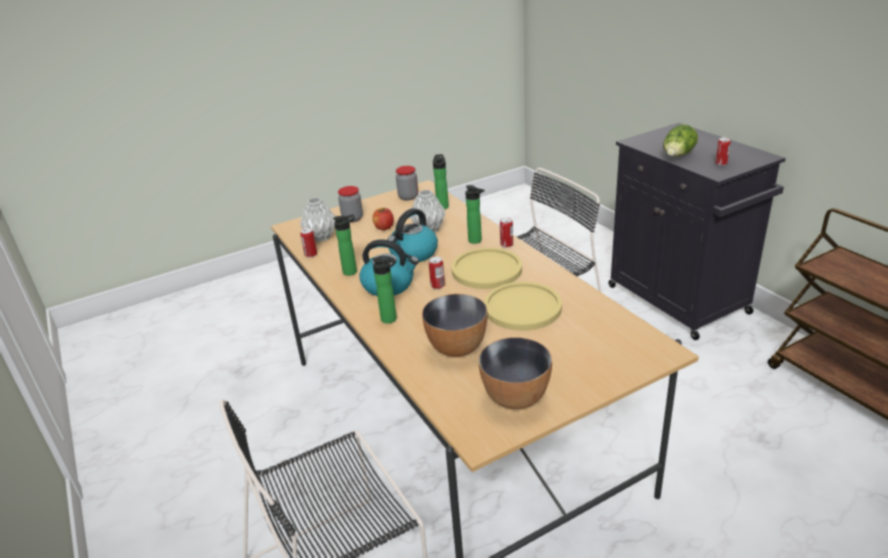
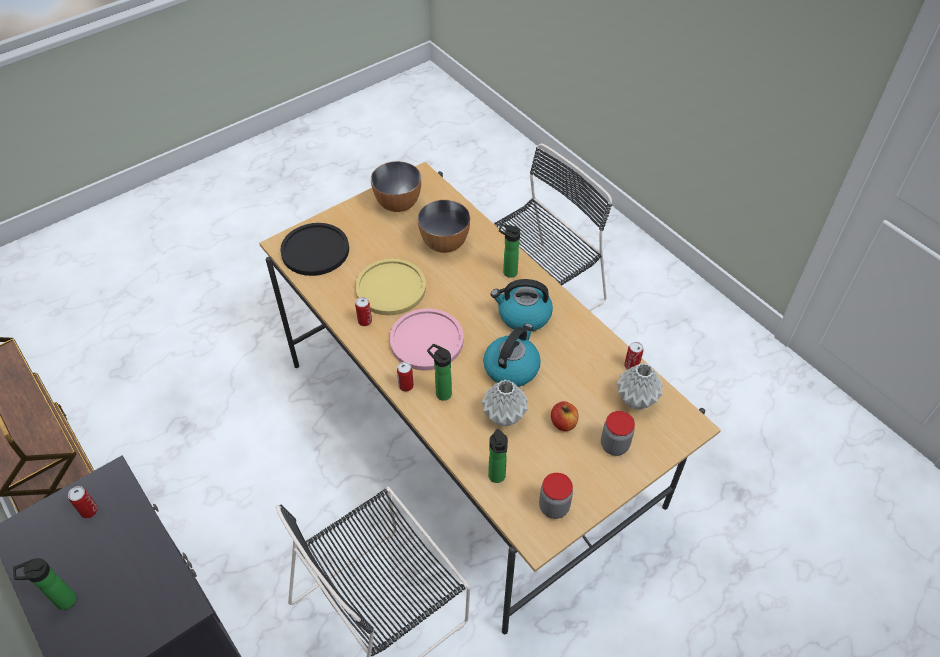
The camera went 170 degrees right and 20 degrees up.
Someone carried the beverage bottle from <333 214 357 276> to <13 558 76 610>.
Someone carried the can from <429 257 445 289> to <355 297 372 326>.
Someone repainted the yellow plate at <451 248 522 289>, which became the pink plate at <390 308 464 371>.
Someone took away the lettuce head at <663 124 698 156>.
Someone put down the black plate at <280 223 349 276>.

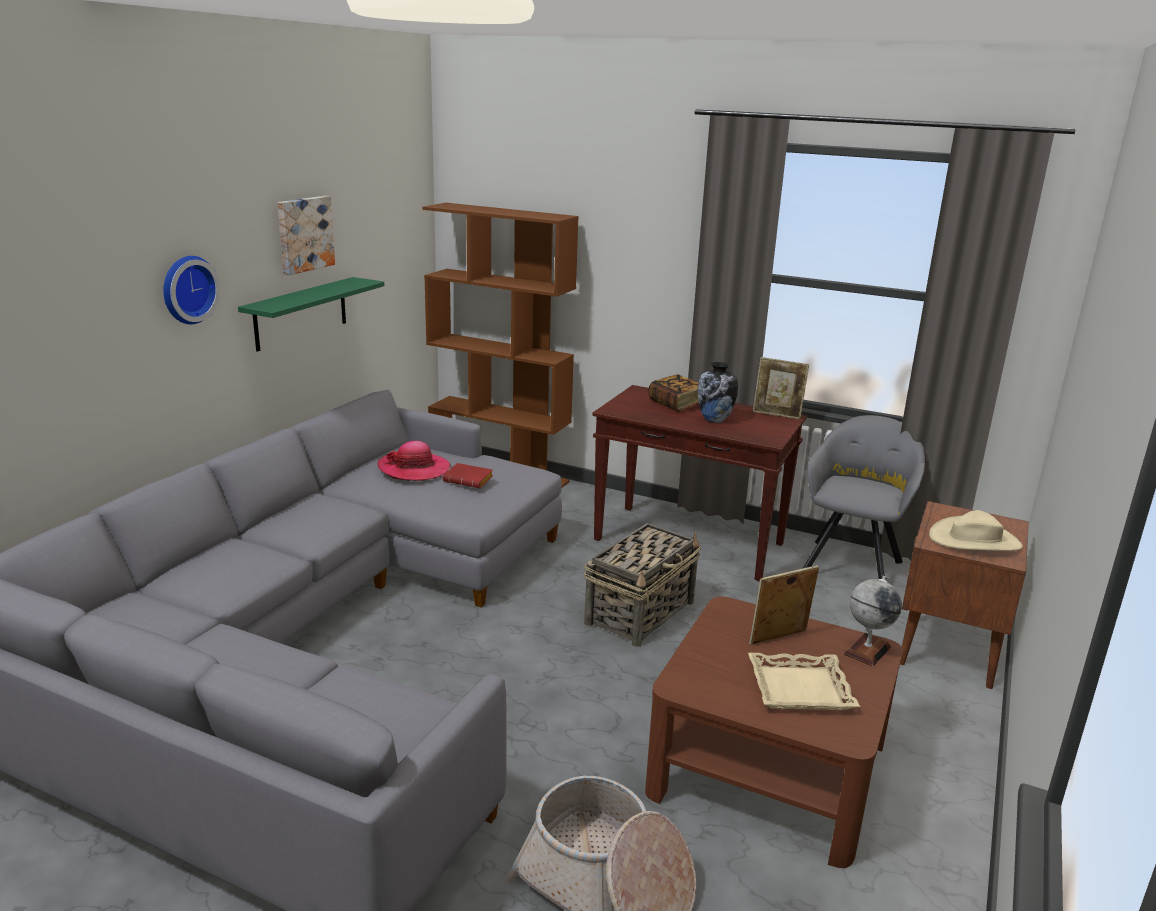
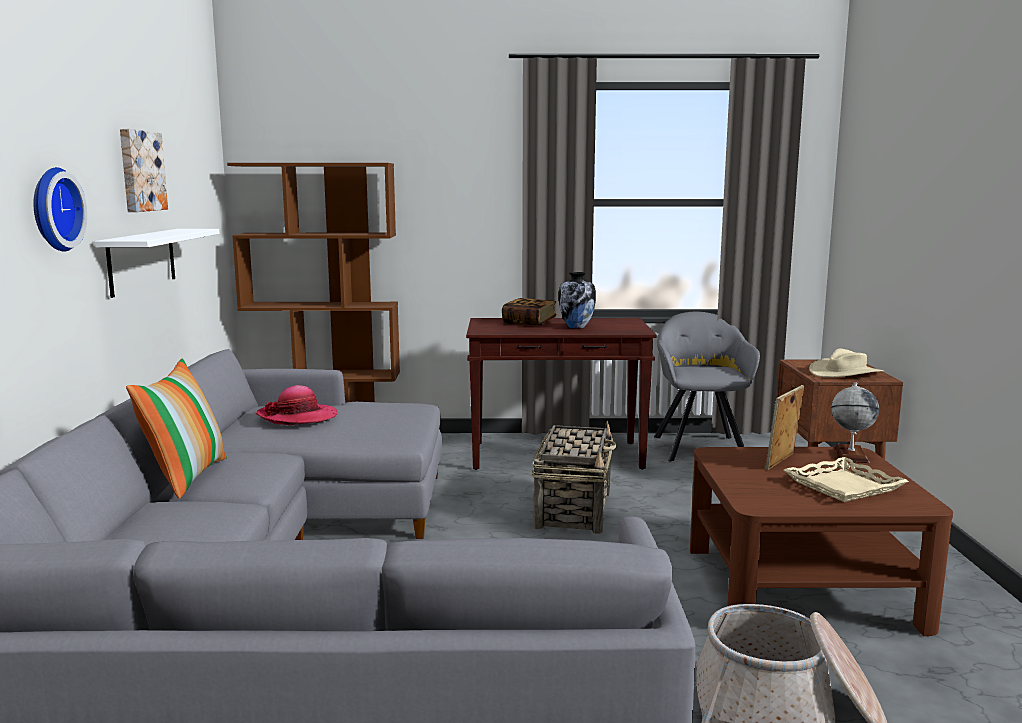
The camera went 25 degrees left and 10 degrees down.
Someone repainted the green bracket shelf at <238 277 384 352>, which became the white bracket shelf at <95 229 220 298>.
Someone took away the reddish book at <443 463 493 488>.
Someone took away the picture frame at <753 357 809 419>.
Someone put down the pillow at <126 359 227 499>.

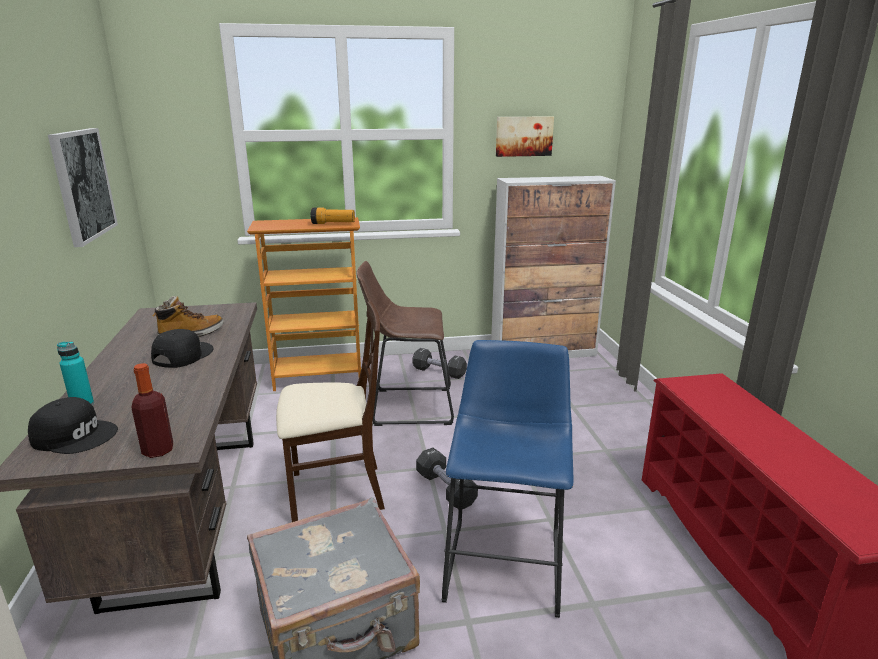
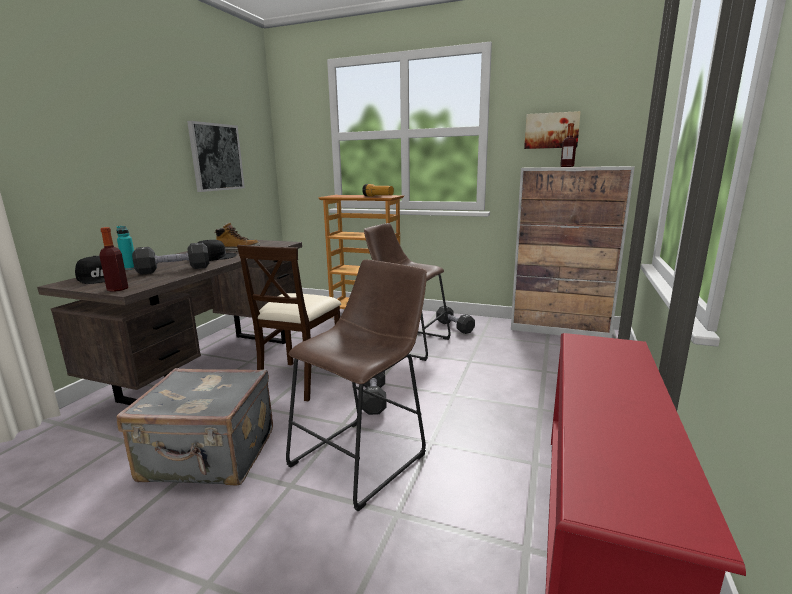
The camera went 30 degrees right and 5 degrees down.
Someone rotated the beige chair at <276 302 385 522> by 90 degrees clockwise.
Someone repainted the blue-coloured stool at <442 340 573 618>, which became the brown-coloured stool at <286 259 427 512>.
Someone put down the black hand weight at <132 242 209 275>.
Someone put down the beverage bottle at <560 123 576 167>.

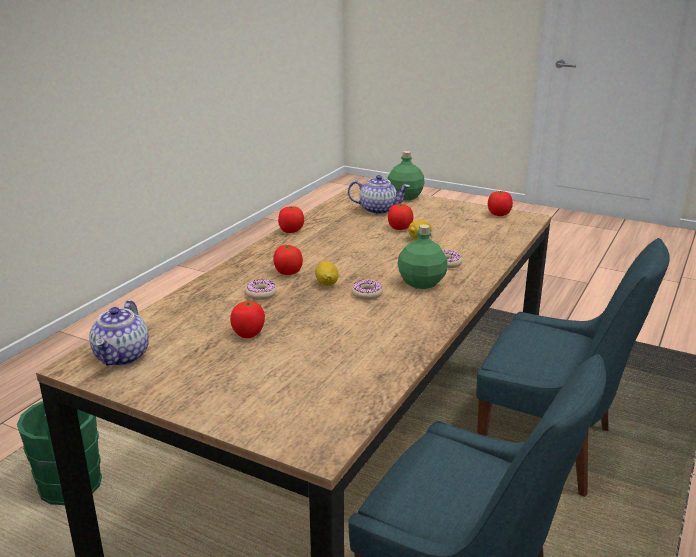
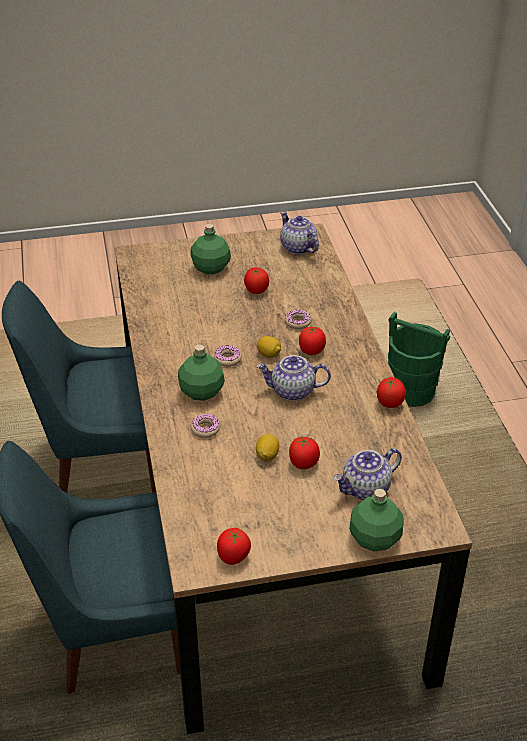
The camera went 140 degrees right and 15 degrees up.
Someone put down the green beverage bottle at <190 224 231 274>.
Someone put down the tea pot at <257 355 331 401>.

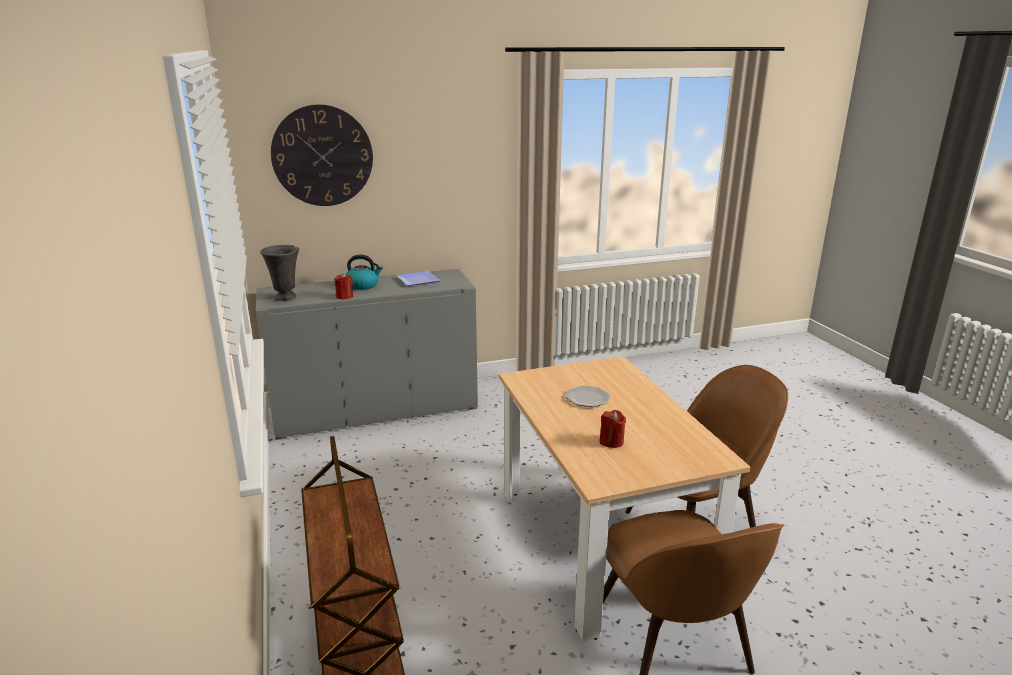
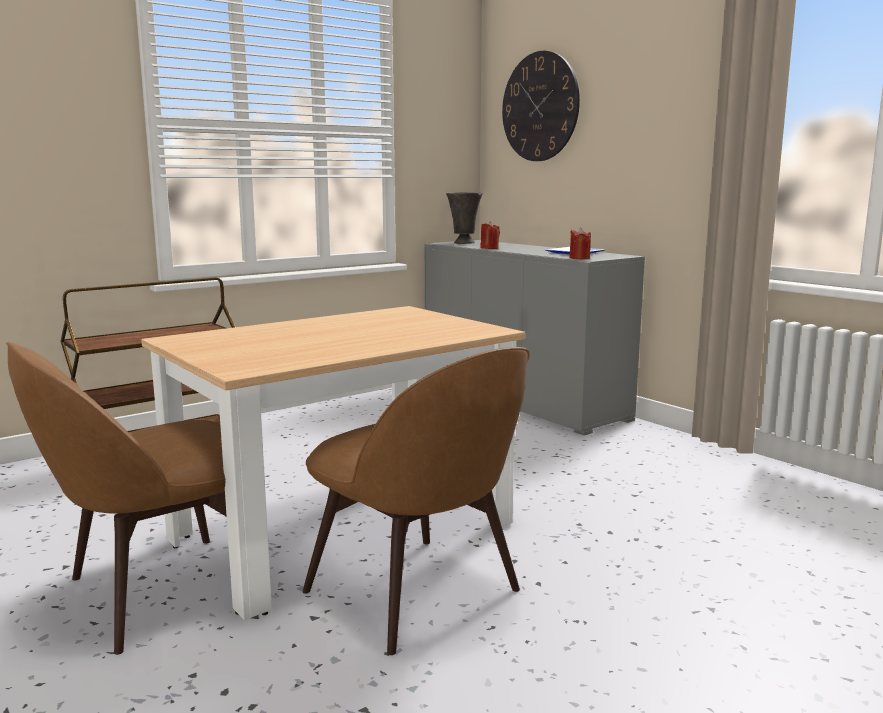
The camera went 70 degrees right and 10 degrees down.
Someone took away the water kettle at <345 254 383 290>.
Someone took away the plate at <566 386 610 407>.
Someone carried the reddish wax light from <600 410 626 448> to <569 228 591 259>.

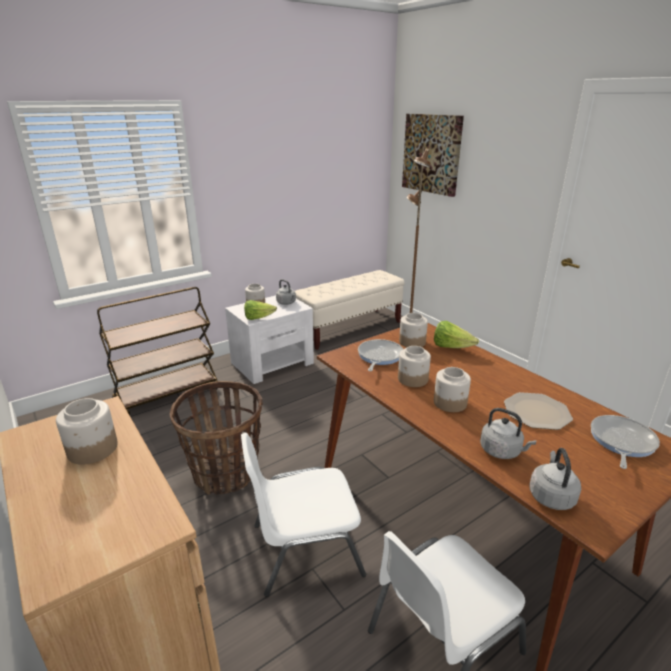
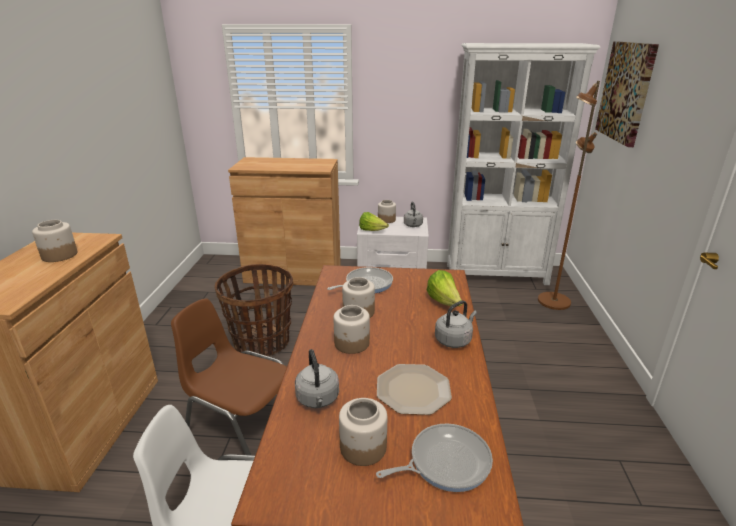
The camera went 40 degrees right and 0 degrees up.
Someone swapped the brown-coloured trolley at <97 287 218 415> for the brown-coloured storage cabinet at <228 157 341 286>.
Someone repainted the white chair at <241 433 366 597>, which became the brown-coloured chair at <171 298 287 455>.
Someone swapped the beige long seat at <295 270 405 350> for the white bookshelf at <447 43 600 285>.
Someone carried the jar from <399 313 428 347> to <339 398 387 466>.
Someone carried the gray water kettle from <529 448 581 510> to <435 301 477 348>.

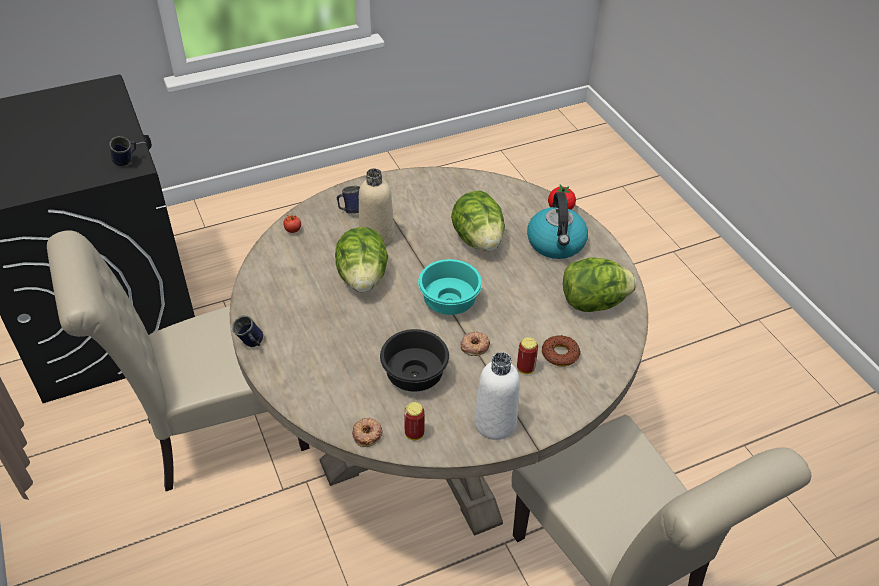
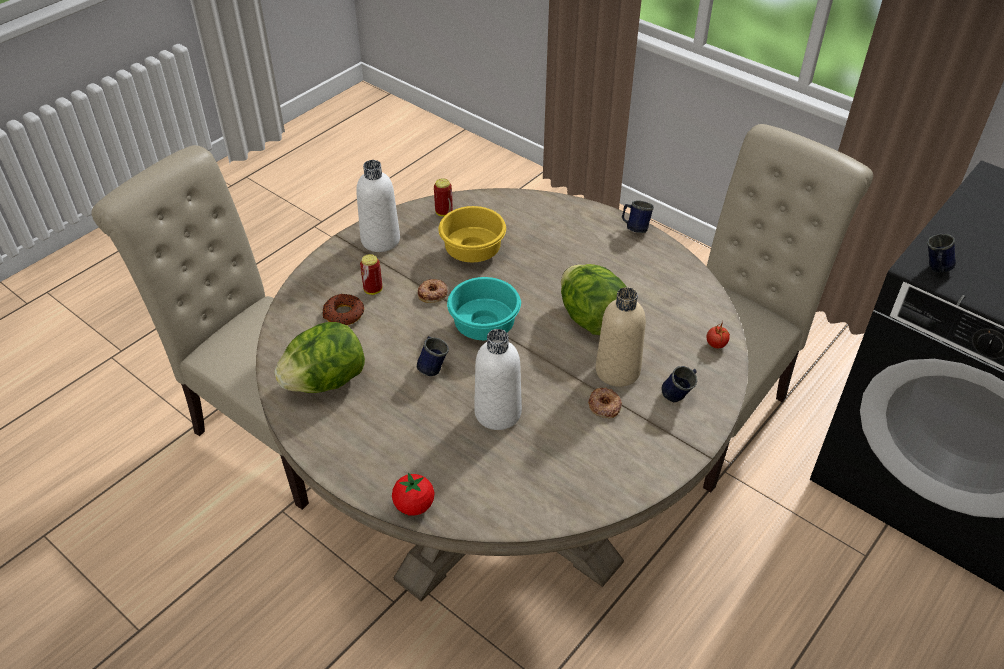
The camera went 155 degrees right and 0 degrees up.
Someone carried the doughnut from <352 418 383 447> to <588 387 622 418>.
Someone repainted the black deep dish at <380 329 449 392>, which became the yellow deep dish at <438 206 506 262>.
Someone swapped the lettuce head at <451 191 505 251> for the white beverage bottle at <474 329 522 430>.
Someone took away the water kettle at <527 192 588 259>.
Someone put down the blue-coloured coffee mug at <417 336 449 376>.

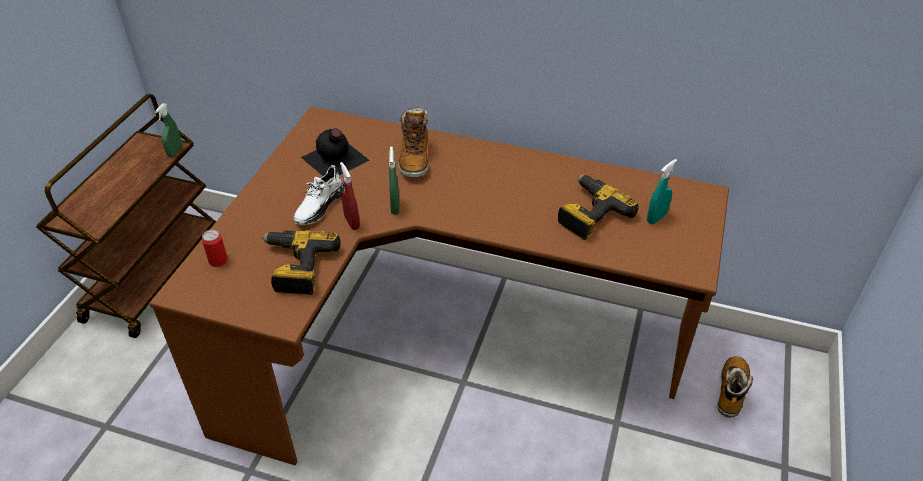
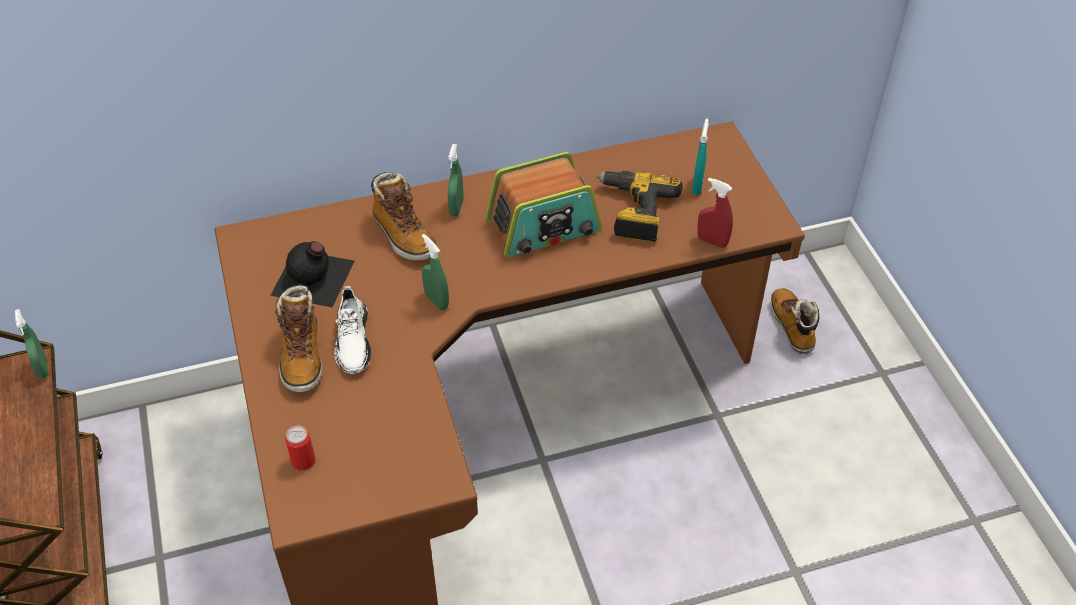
The camera went 35 degrees left and 5 degrees up.
Someone took away the power drill at <262 230 341 295>.
Someone carried the reddish spray bottle from <340 162 360 230> to <697 178 733 248>.
Someone put down the boot at <275 285 322 392>.
Someone put down the green spray bottle at <448 144 463 216>.
Someone put down the radio receiver at <485 152 602 258>.

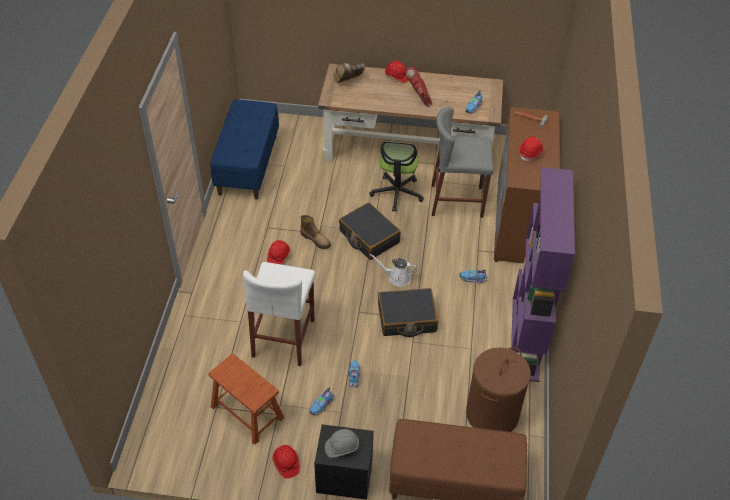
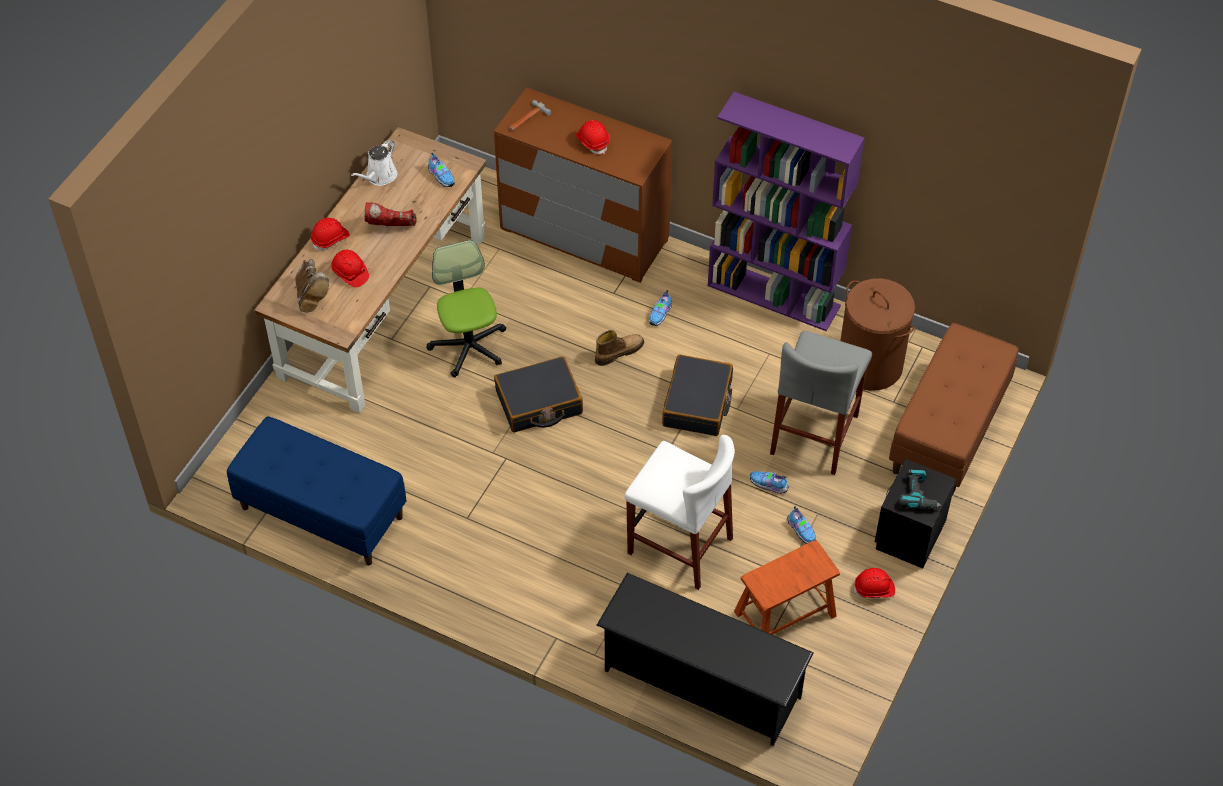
The camera went 70 degrees left and 5 degrees up.
Someone carried the reddish work helmet from <267 240 290 264> to <331 250 369 287>.
Someone carried the boot from <300 215 331 249> to <595 330 644 366>.
Someone swapped the gray work helmet at <325 429 359 458> for the power drill at <898 470 942 509>.
Someone rotated the desk chair at <369 141 424 212> by 135 degrees counterclockwise.
Someone carried the white sprinkling can from <370 254 417 287> to <351 140 397 186>.
Someone carried the gray stool from <432 107 493 218> to <770 331 872 475>.
Someone put down the black shoe rack at <597 573 814 746>.

